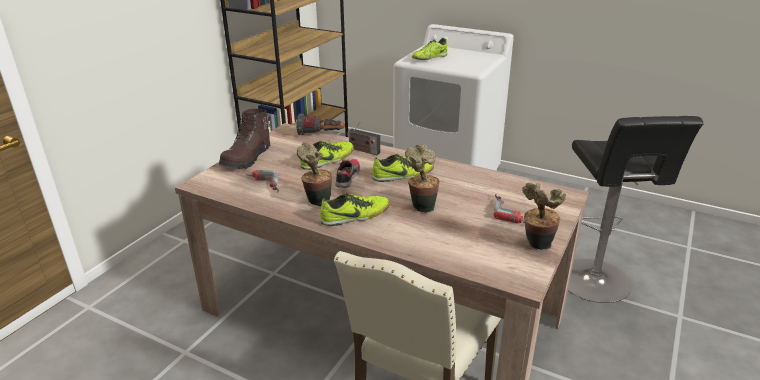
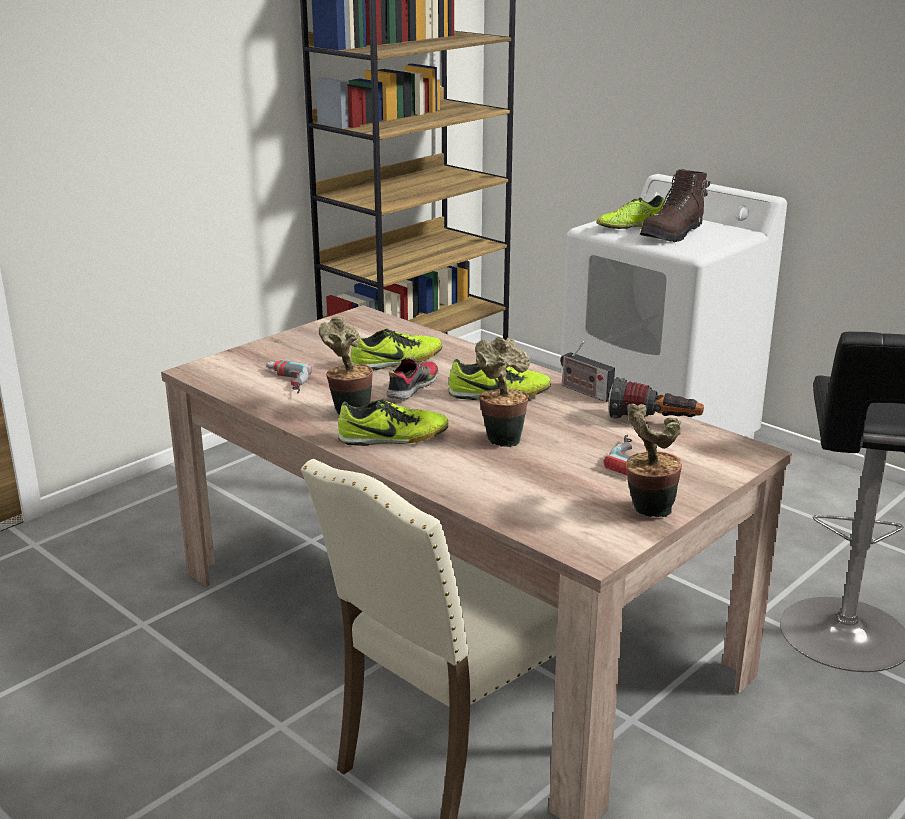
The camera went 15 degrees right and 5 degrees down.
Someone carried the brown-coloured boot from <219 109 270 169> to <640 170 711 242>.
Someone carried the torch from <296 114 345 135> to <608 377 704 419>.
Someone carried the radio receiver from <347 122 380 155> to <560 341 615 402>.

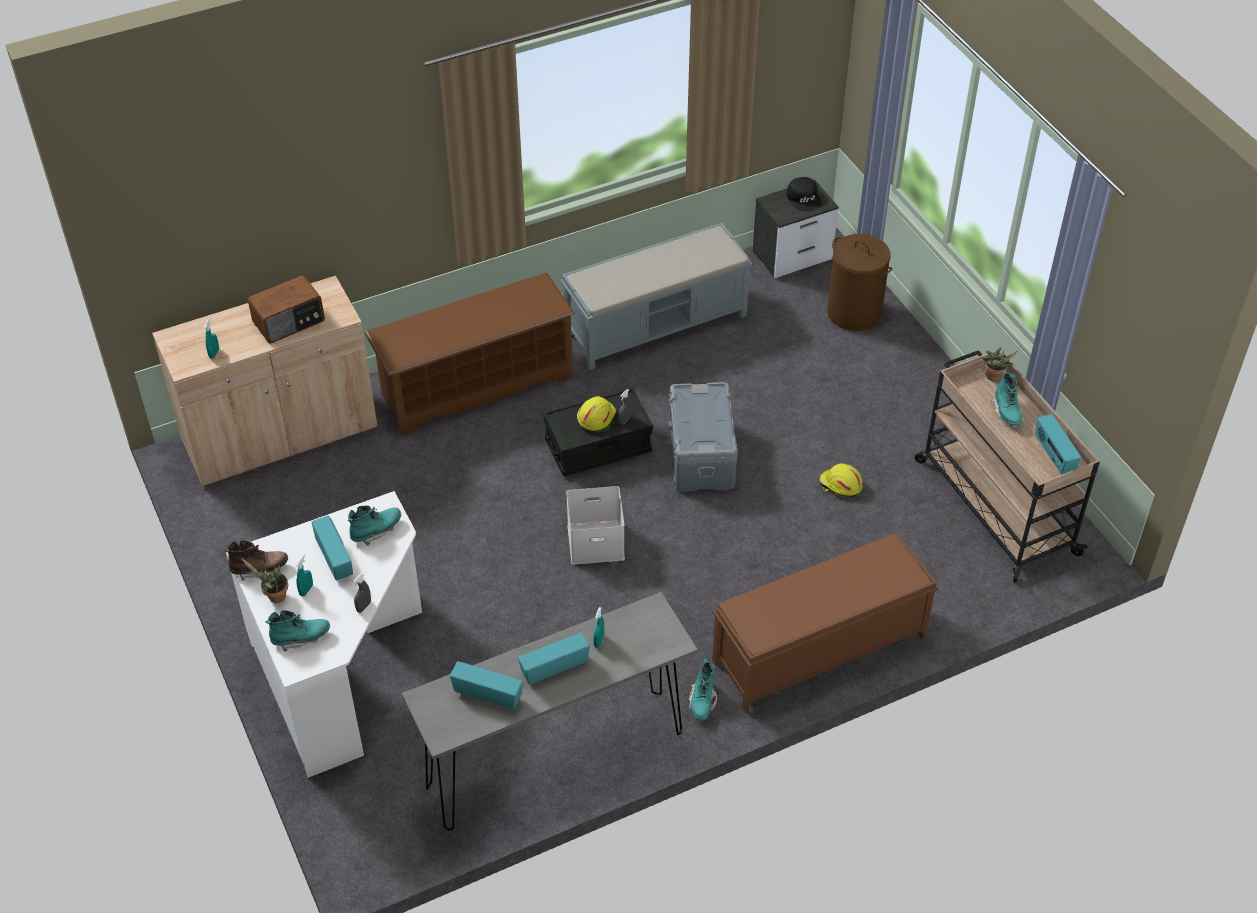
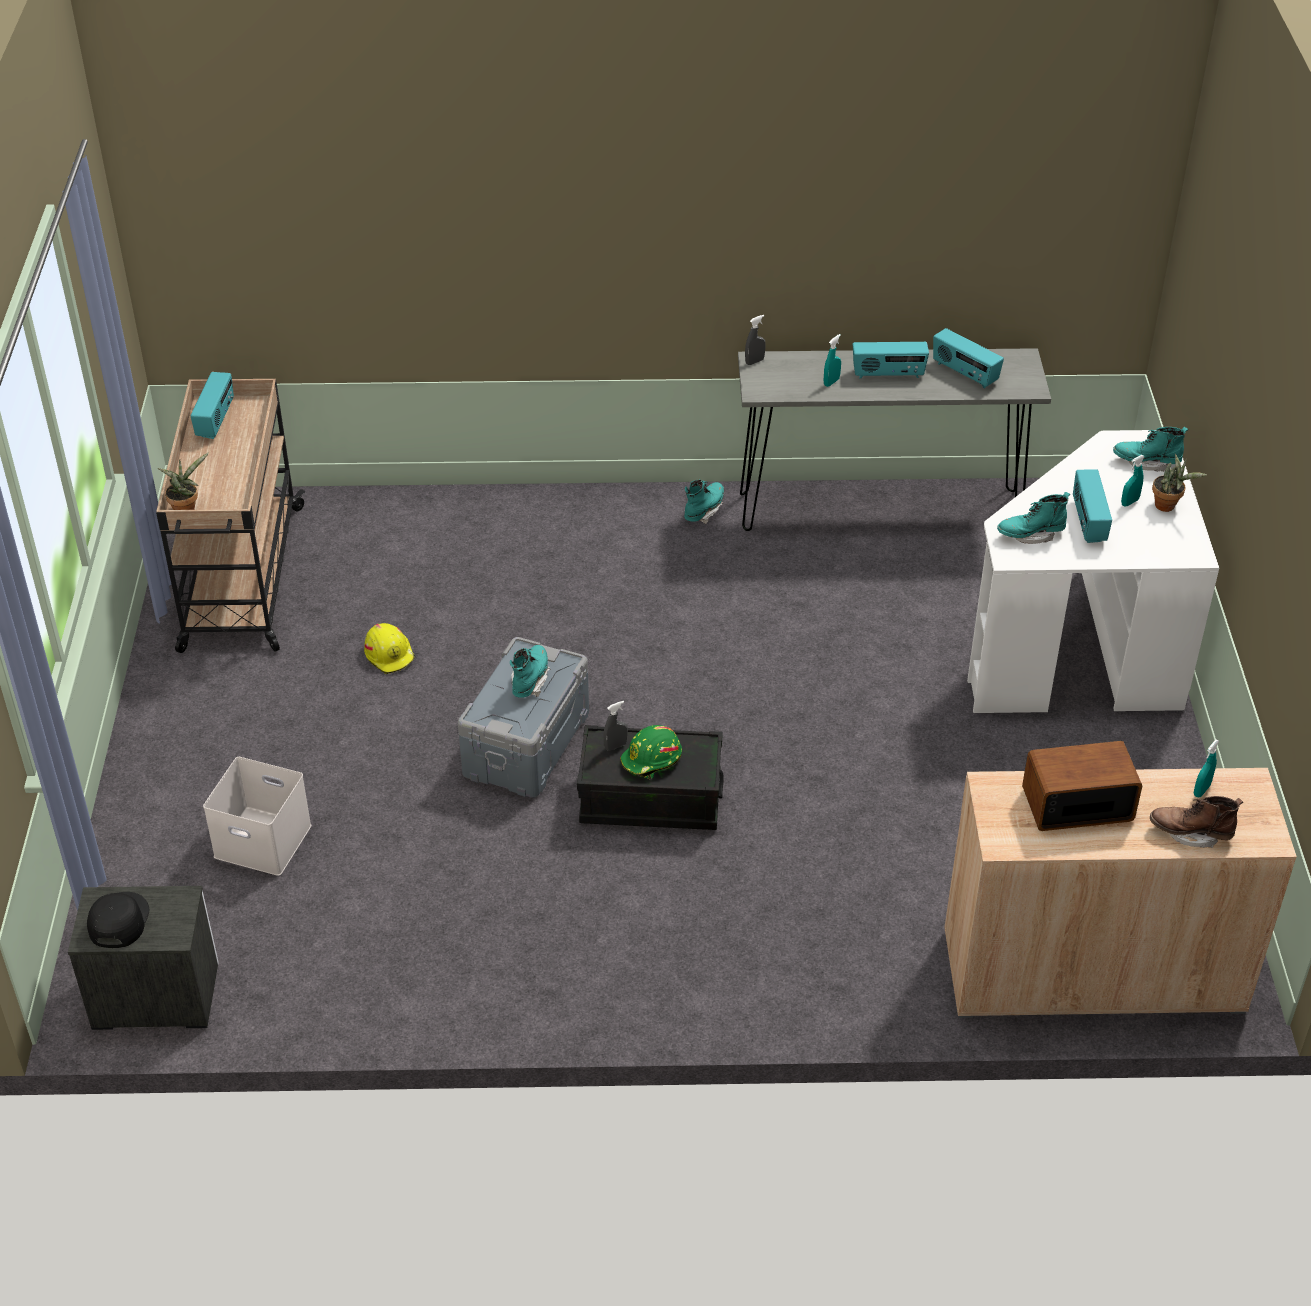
The camera went 155 degrees left and 5 degrees down.
Someone carried the brown-coloured boot from <224 540 288 581> to <1150 796 1243 848>.
Someone carried the gray spray bottle from <353 573 371 613> to <745 315 766 365>.
Someone took away the brown-coloured shoe rack at <364 273 575 436>.
Someone took away the gray long seat at <560 223 752 370>.
Someone carried the white storage box from <566 486 625 565> to <203 757 312 876>.
Someone repainted the yellow work helmet at <577 396 616 432>, which became the green work helmet at <620 725 682 779>.
Someone took away the brown-coloured long seat at <712 534 938 714>.
Someone took away the brown-coloured washing basket at <827 234 892 331>.
Someone carried the turquoise boot from <991 370 1022 426> to <510 645 550 698>.

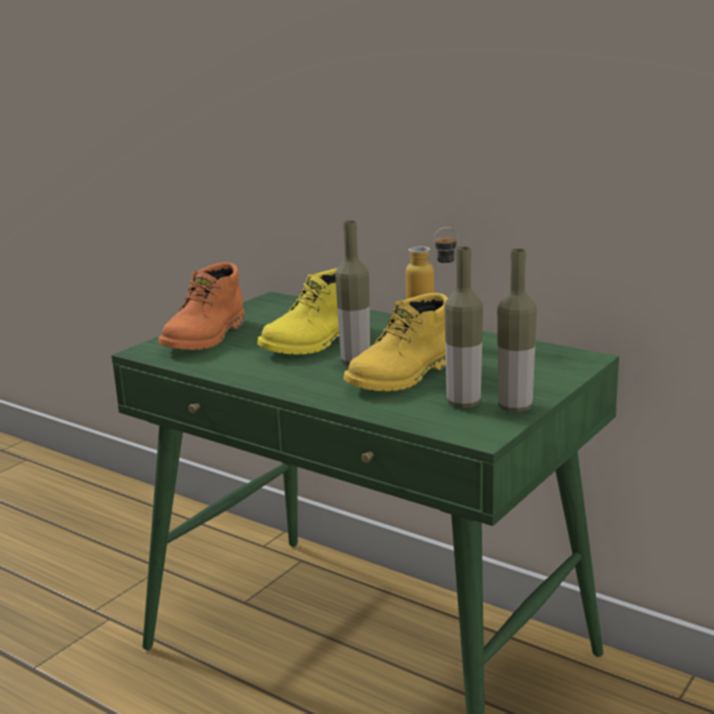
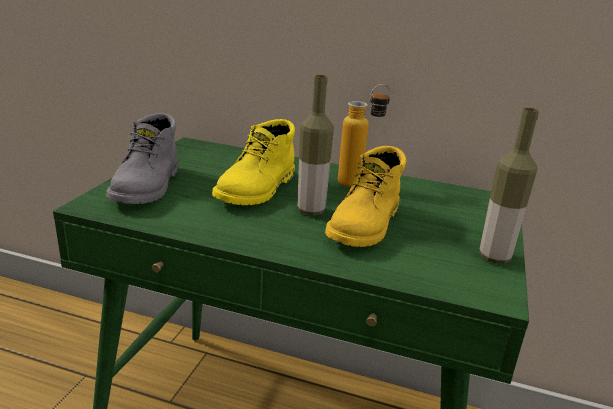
The camera went 20 degrees left and 5 degrees up.
Someone repainted the orangey boot at <159 262 245 350>, which became the gray boot at <106 113 178 204>.
Someone took away the beverage bottle at <444 246 483 408>.

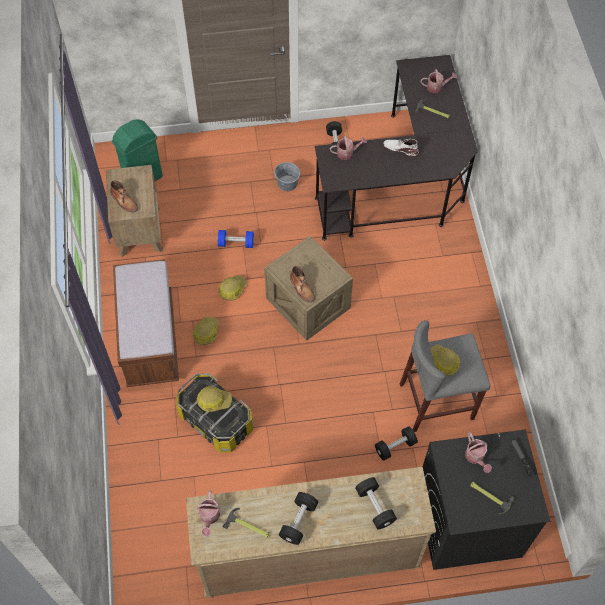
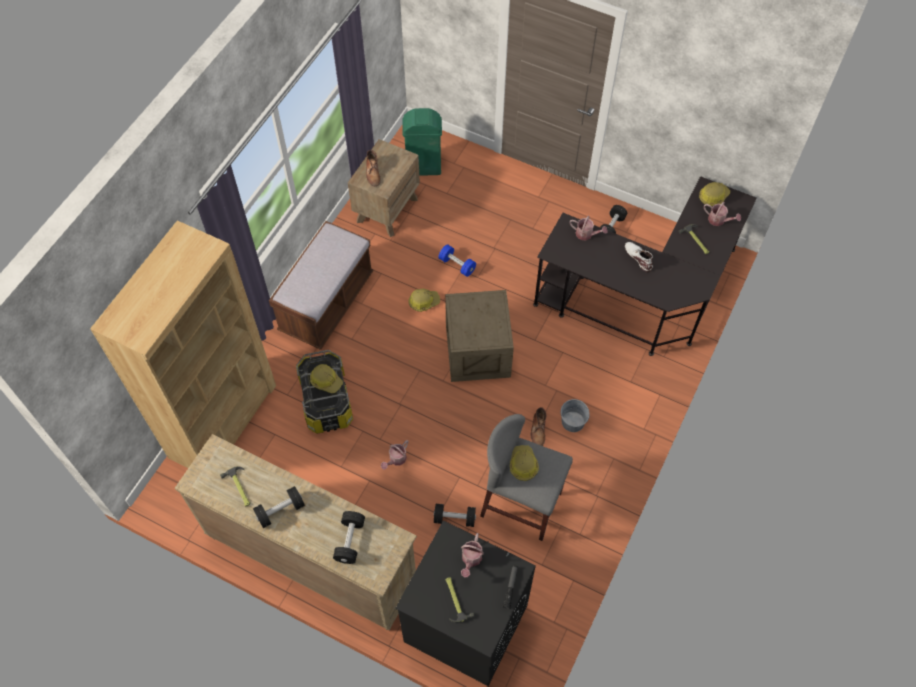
The camera went 35 degrees right and 0 degrees up.
Someone carried the work helmet from <192 316 219 345> to <699 182 730 206>.
Someone carried the sprinkling can from <197 490 220 536> to <381 440 409 470>.
Someone carried the gray pail from <274 162 300 191> to <561 399 590 432>.
Someone carried the brown-coloured boot from <290 266 315 302> to <531 407 546 446>.
Someone put down the brown-coloured bookshelf at <90 221 276 468>.

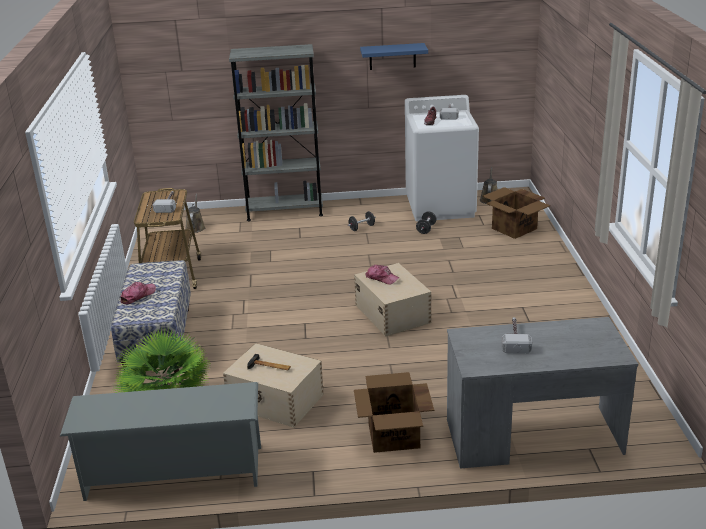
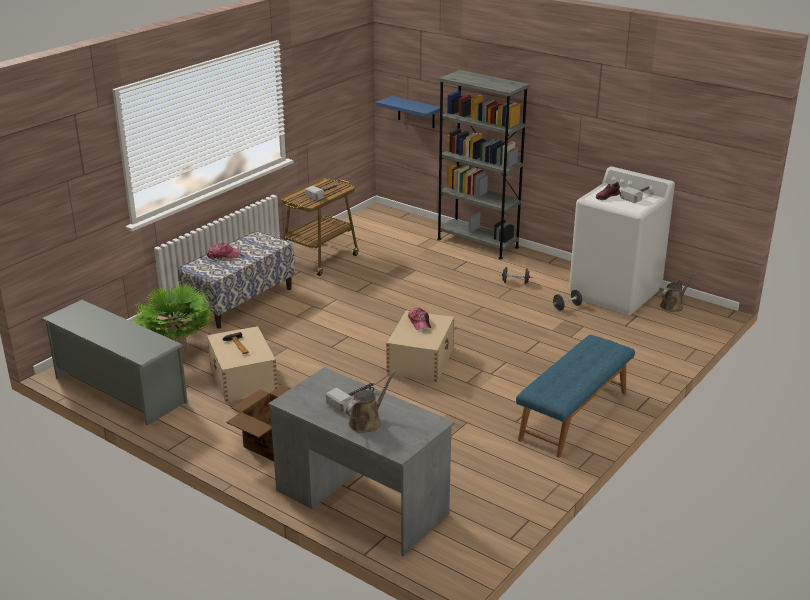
The camera went 40 degrees right and 0 degrees up.
Someone carried the brown-coloured sprinkling can from <185 193 205 233> to <346 370 396 433>.
Someone carried the blue-coloured bracket shelf from <360 43 428 70> to <376 96 440 128>.
Someone took away the cardboard box at <482 187 550 239>.
Someone put down the blue-coloured long seat at <516 335 635 458>.

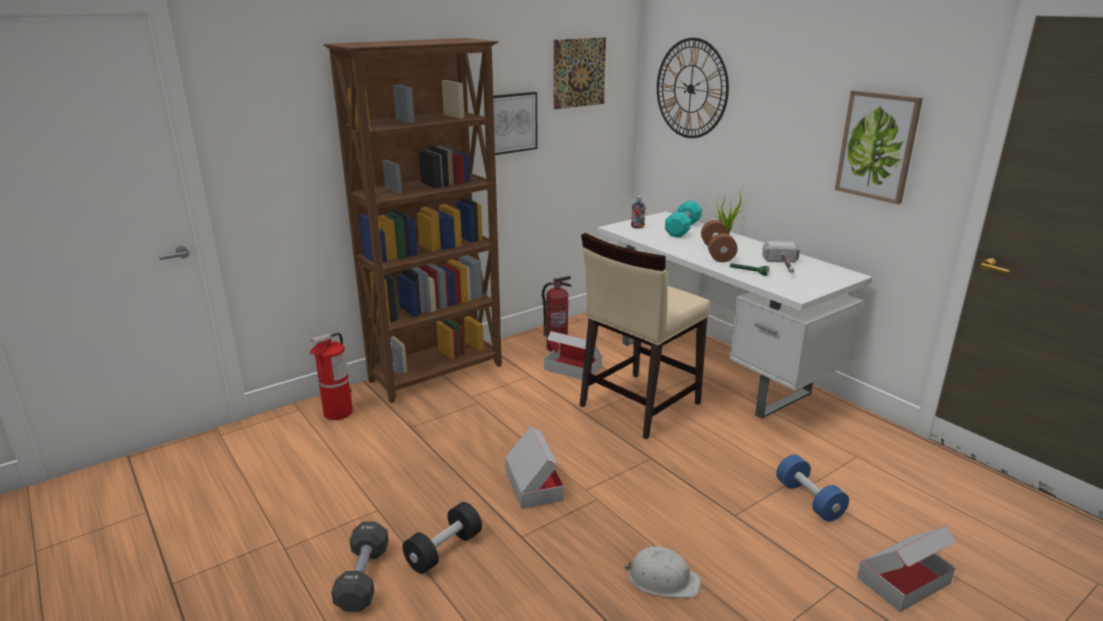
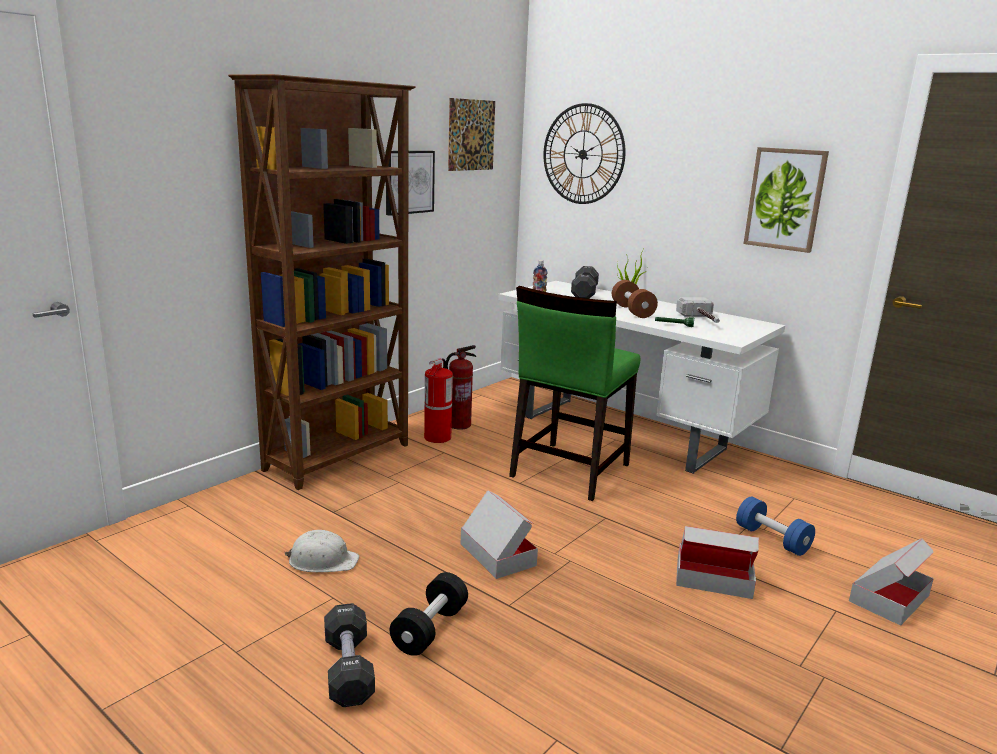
The camera went 15 degrees left and 5 degrees down.
Someone carried the extinguisher from <310 333 353 420> to <424 358 453 443>.
Someone carried the cardboard box from <544 331 602 380> to <676 526 759 599>.
Someone repainted the beige chair at <580 233 710 439>, which became the green chair at <509 286 640 501>.
Someone carried the white work helmet from <624 546 701 598> to <285 530 359 572>.
Someone repainted the turquoise hand weight at <665 200 702 237>, which became the black hand weight at <571 266 599 299>.

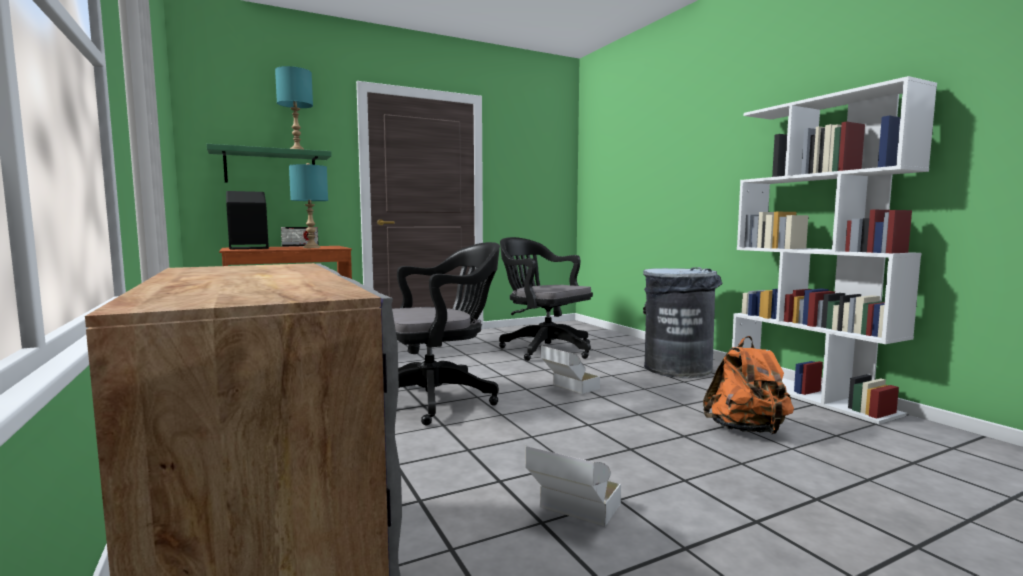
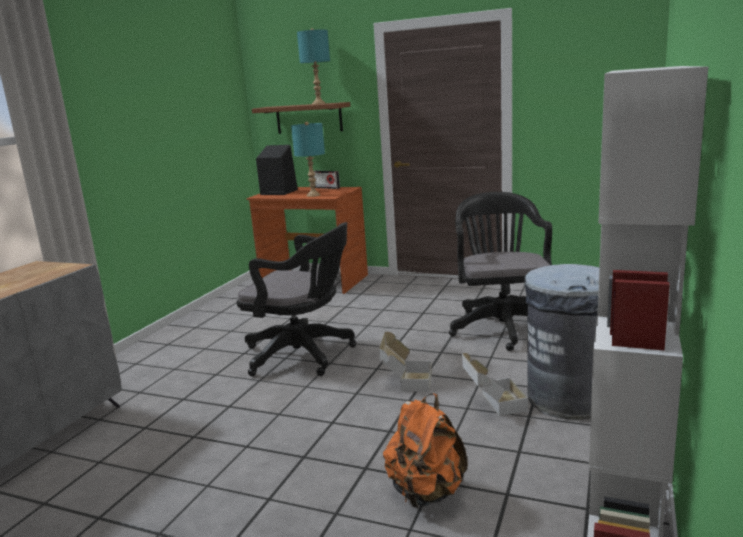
The camera went 50 degrees right and 10 degrees up.
Someone repainted the green bracket shelf at <206 144 332 183>, which became the brown-coloured bracket shelf at <252 102 350 134>.
Someone carried the cardboard box from <525 446 621 526> to <462 353 528 416>.

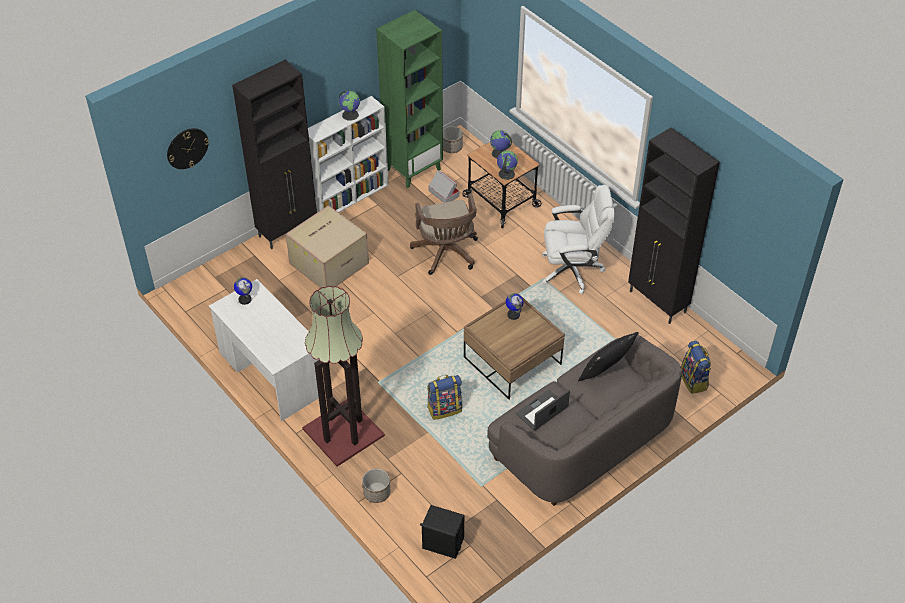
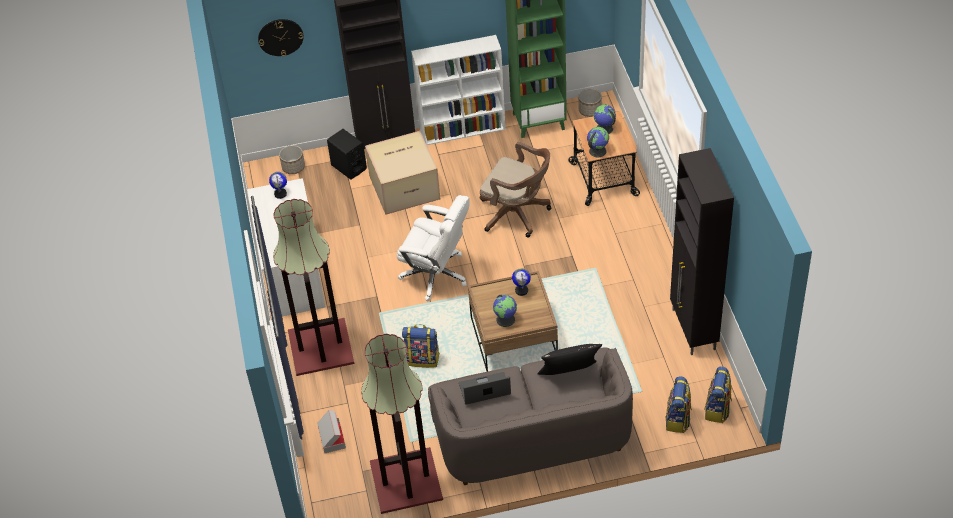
The camera went 30 degrees right and 0 degrees up.
Someone carried the globe from <339 91 360 121> to <493 295 517 327>.
Someone carried the flower pot from <362 469 390 503> to <279 145 305 174>.
Someone rotated the brown-coloured desk chair at <410 193 478 275> by 75 degrees counterclockwise.
Someone carried the black loudspeaker from <420 505 464 559> to <327 129 367 180>.
Someone carried the cardboard box from <428 171 460 203> to <317 410 346 453>.
Someone carried the white desk chair from <542 185 615 294> to <397 195 470 301>.
Someone put down the floor lamp at <361 334 443 514>.
Someone put down the backpack at <705 367 732 423>.

